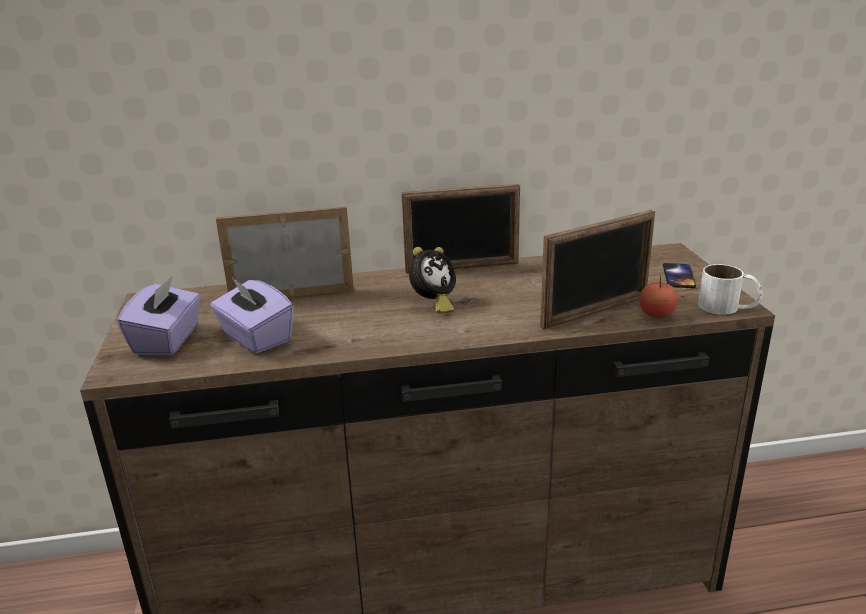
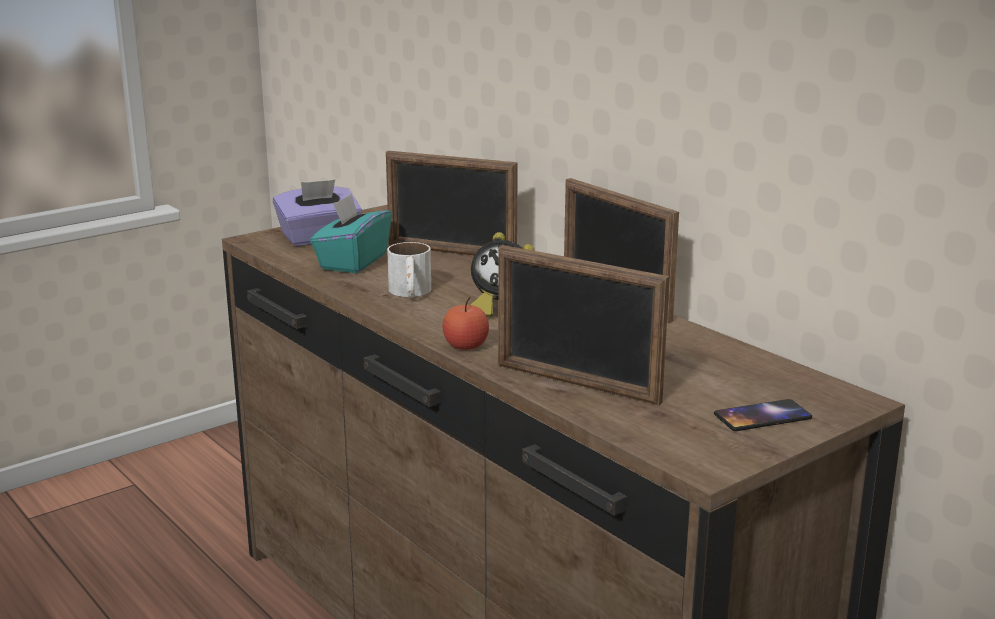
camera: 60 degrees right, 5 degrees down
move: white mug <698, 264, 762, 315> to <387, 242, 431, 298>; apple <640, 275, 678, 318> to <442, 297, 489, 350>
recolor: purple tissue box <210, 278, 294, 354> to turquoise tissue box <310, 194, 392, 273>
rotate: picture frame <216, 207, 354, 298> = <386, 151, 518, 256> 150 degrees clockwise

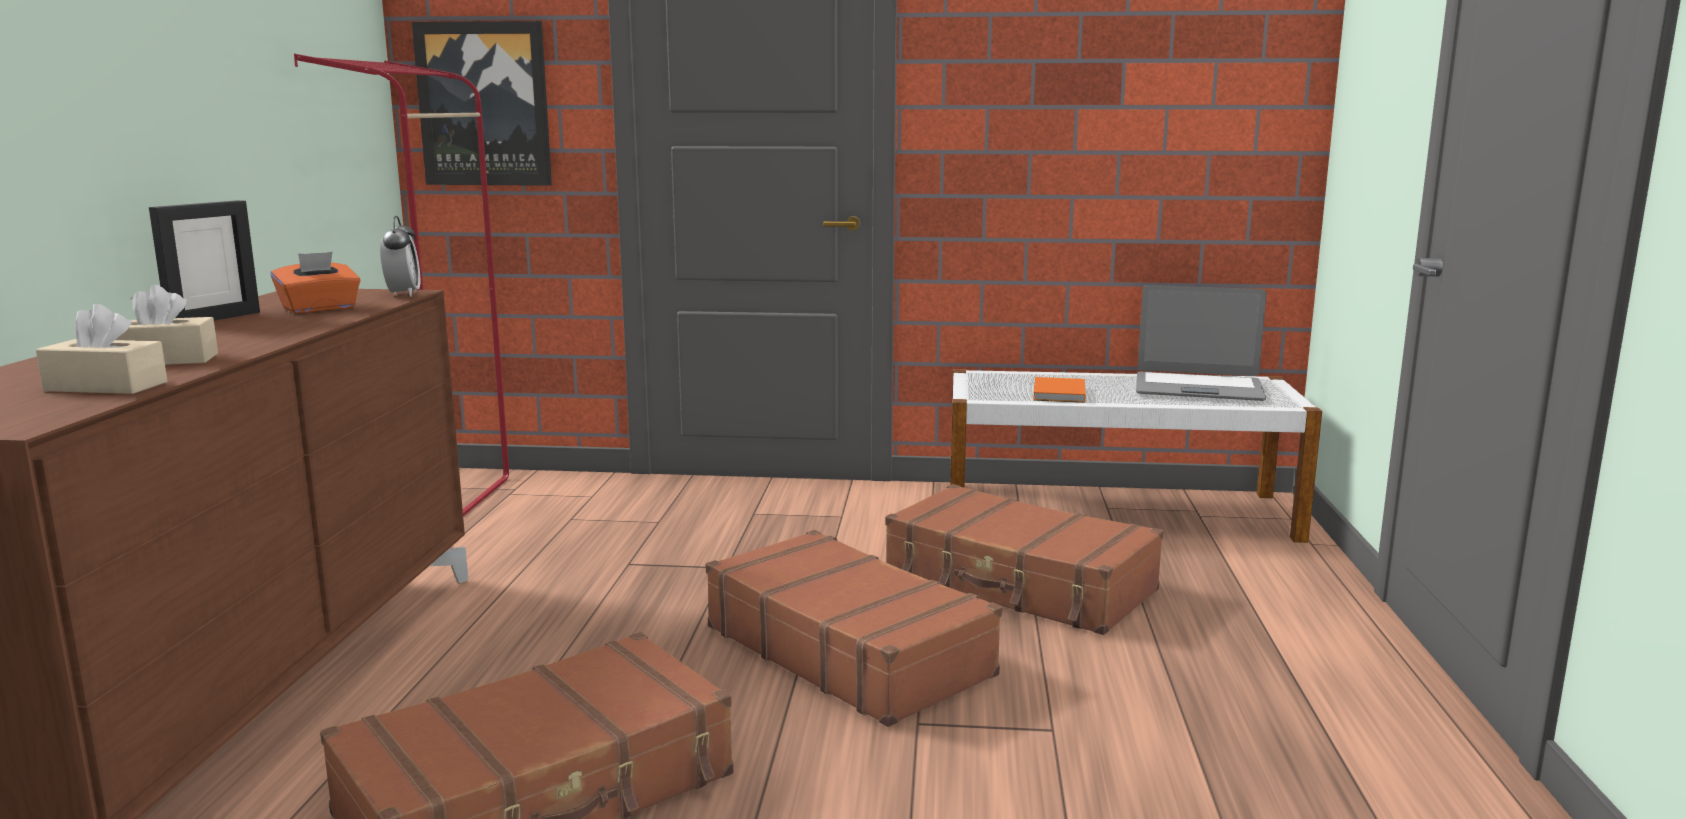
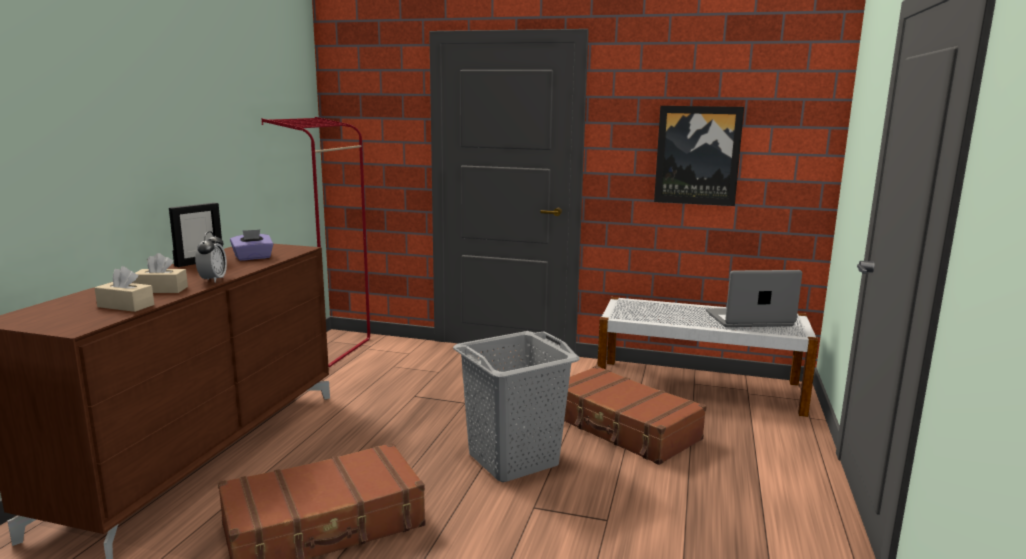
camera: 10 degrees right, 0 degrees up
delete: orange book <1033, 377, 1086, 403>
move: alarm clock <380, 216, 420, 297> to <195, 231, 227, 283>; picture <412, 21, 552, 186> to <654, 106, 744, 206>
replace: brown suitcase <706, 530, 1002, 727> to grey laundry basket <453, 331, 580, 482>
recolor: orange tissue box <271, 252, 361, 313> to purple tissue box <230, 229, 274, 261>
rotate: laptop <1136, 285, 1267, 401> = <706, 270, 802, 327> 150 degrees clockwise

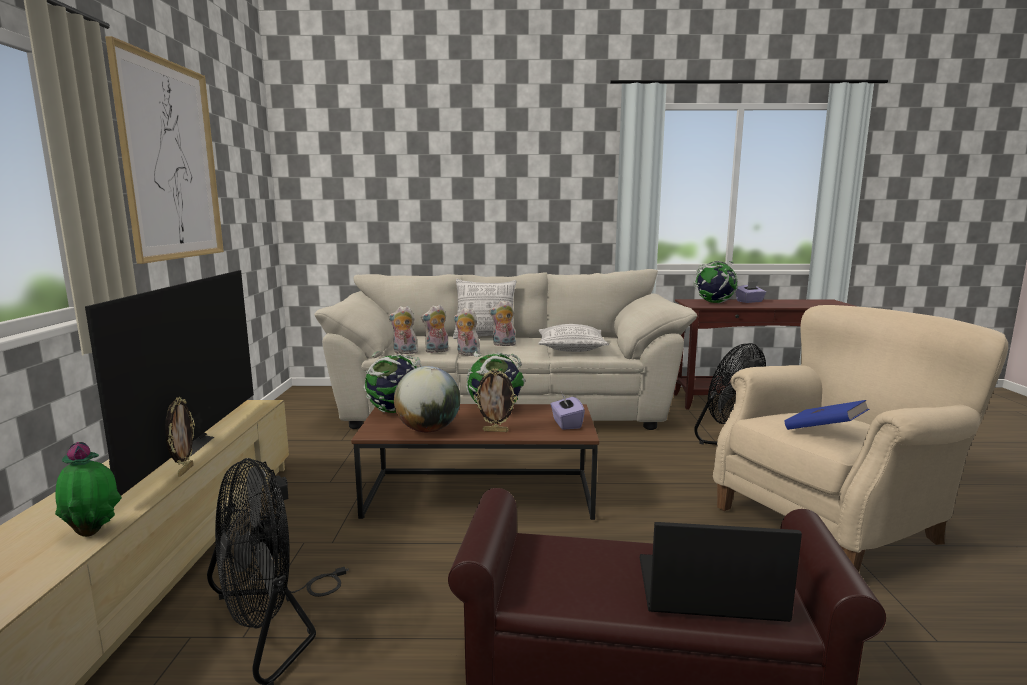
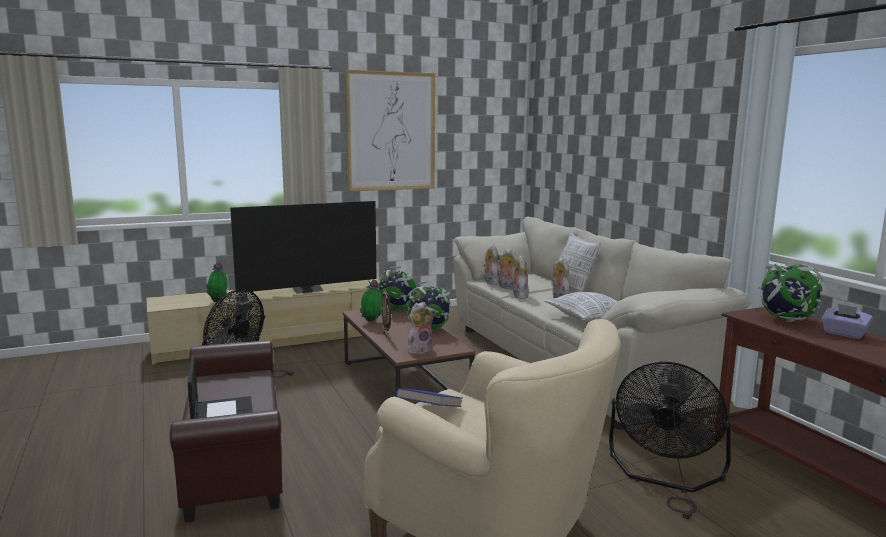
camera: 65 degrees right, 0 degrees up
delete: picture frame <165, 397, 195, 477>
replace: globe <394, 366, 460, 432> to potted plant <360, 279, 382, 322>; purple tissue box <550, 391, 585, 430> to plush toy <408, 302, 436, 354>

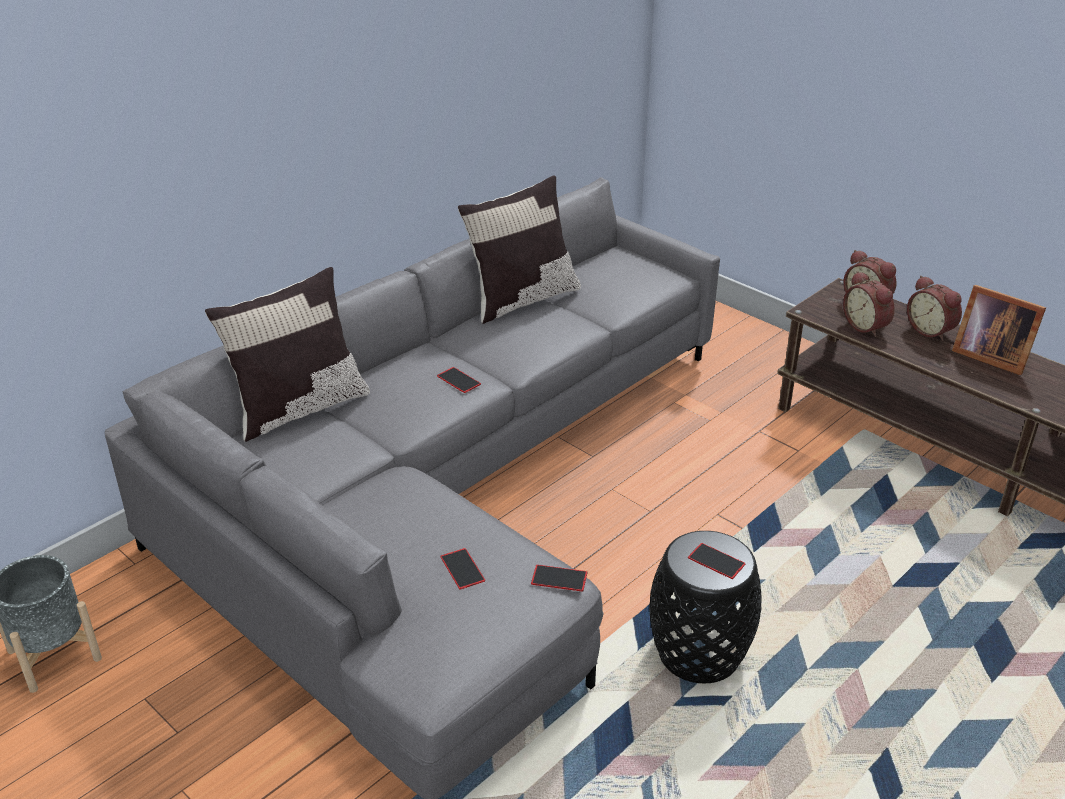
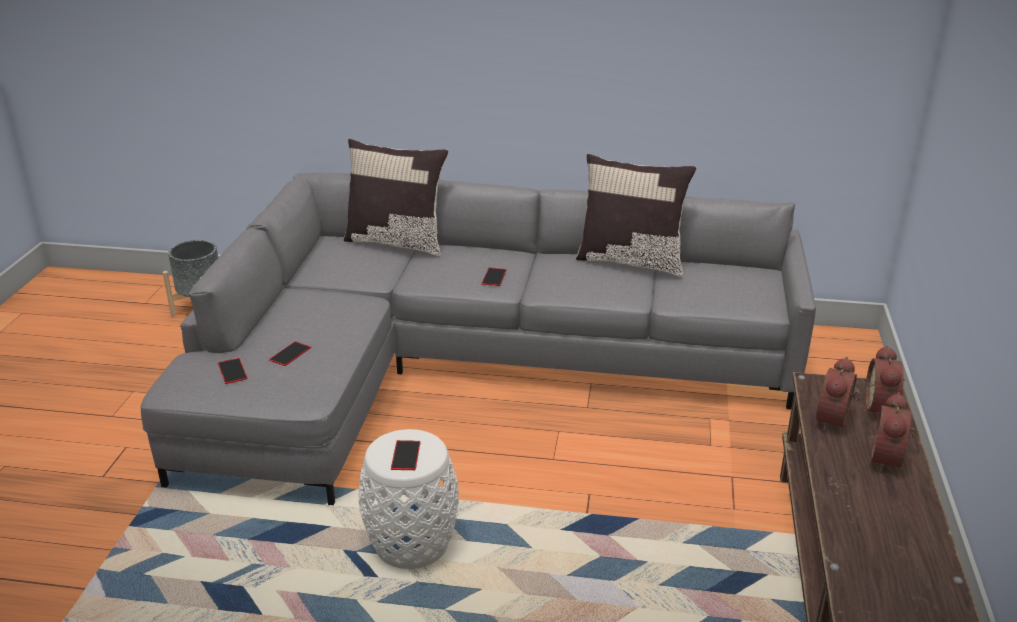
camera: 55 degrees right, 5 degrees down
delete: picture frame <952, 285, 1046, 375>
move: phone <531, 565, 587, 591> to <218, 358, 248, 384>
recolor: black stool <649, 531, 762, 683> to white stool <359, 429, 459, 569>

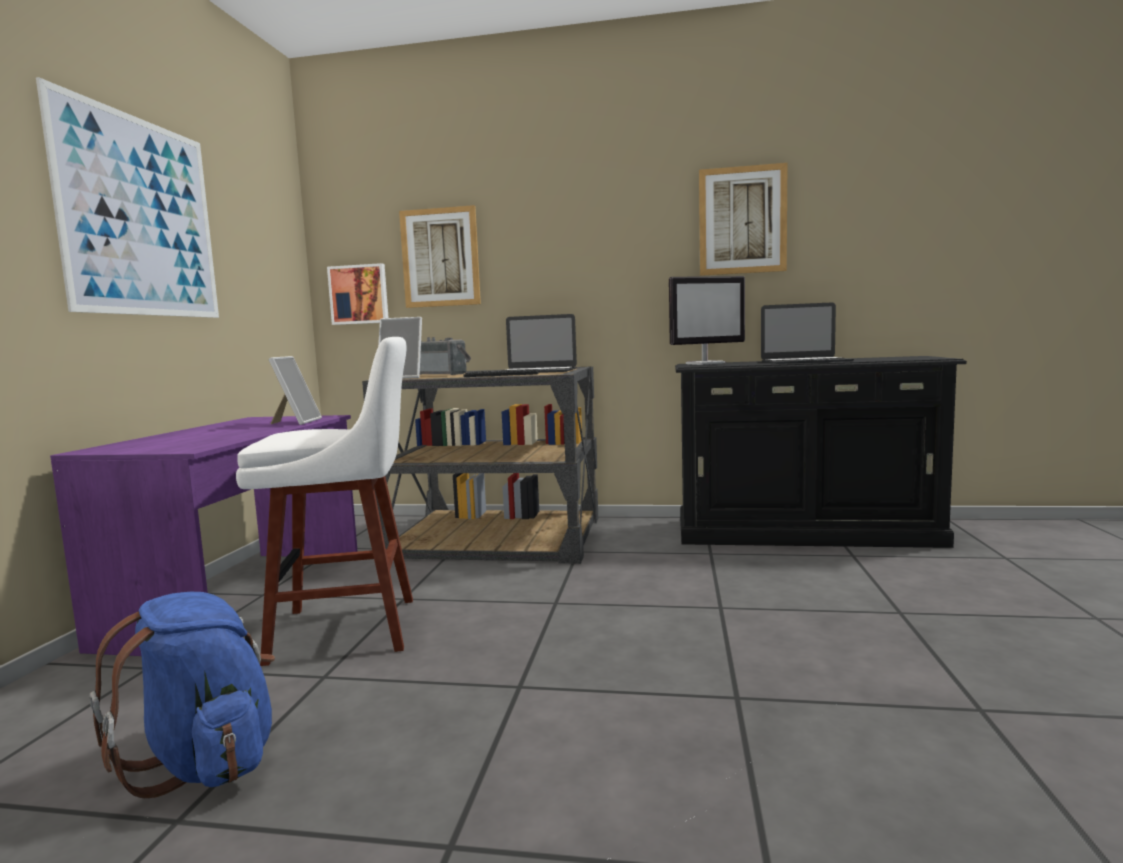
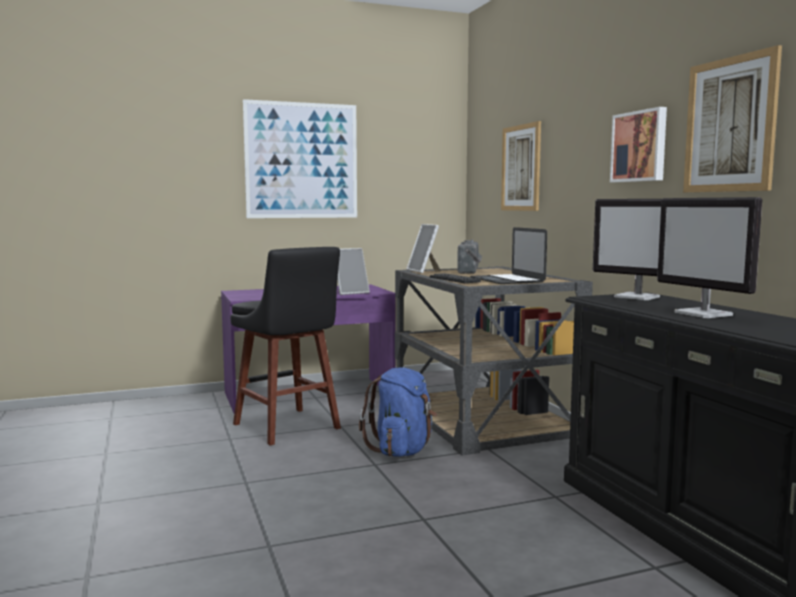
camera: 60 degrees right, 0 degrees up
move: blue backpack <90, 592, 275, 798> to <359, 367, 437, 457>; picture <327, 263, 389, 325> to <610, 107, 667, 182>
replace: laptop <761, 303, 854, 364> to monitor <657, 197, 762, 318>
recolor: white stool <236, 337, 413, 666> to black stool <231, 247, 341, 446>

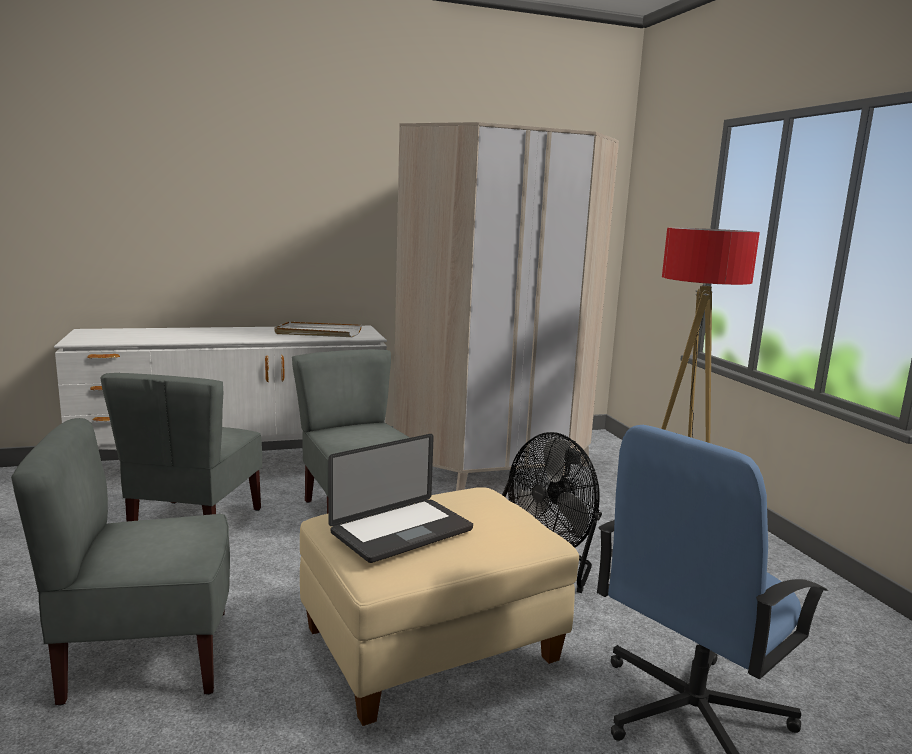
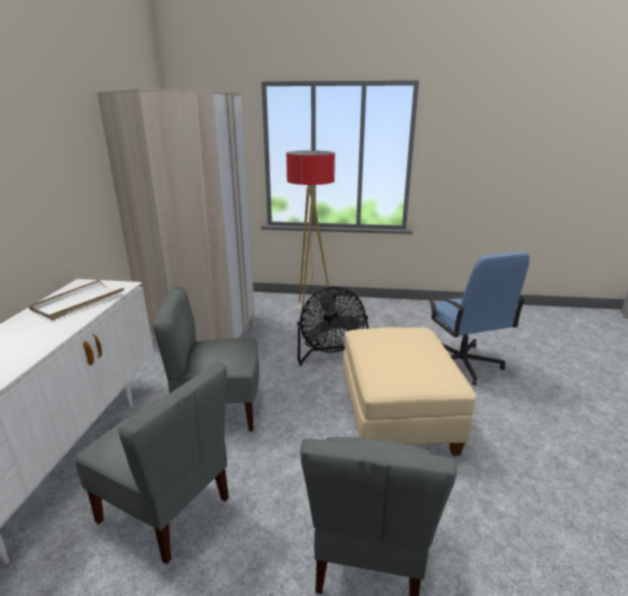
camera: 65 degrees left, 10 degrees up
delete: laptop <328, 434, 473, 563>

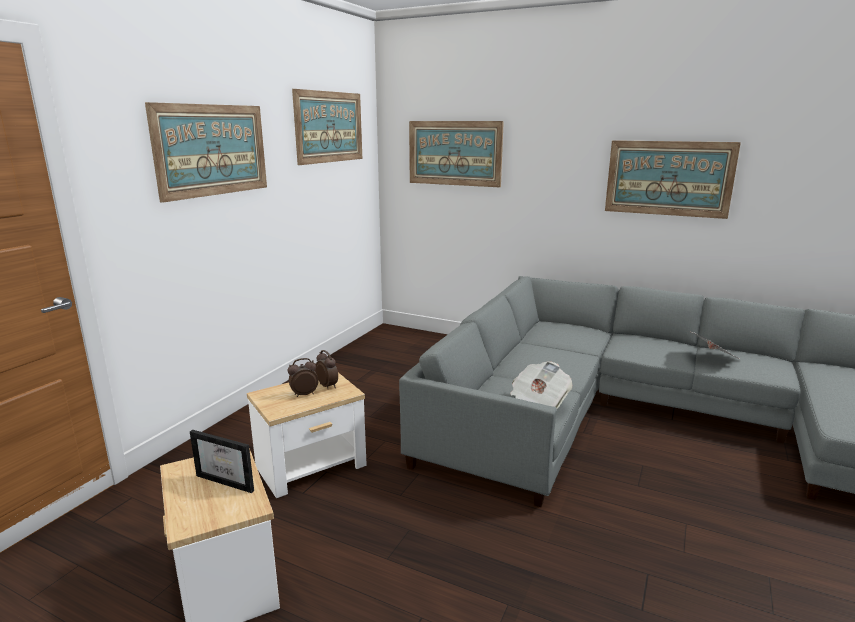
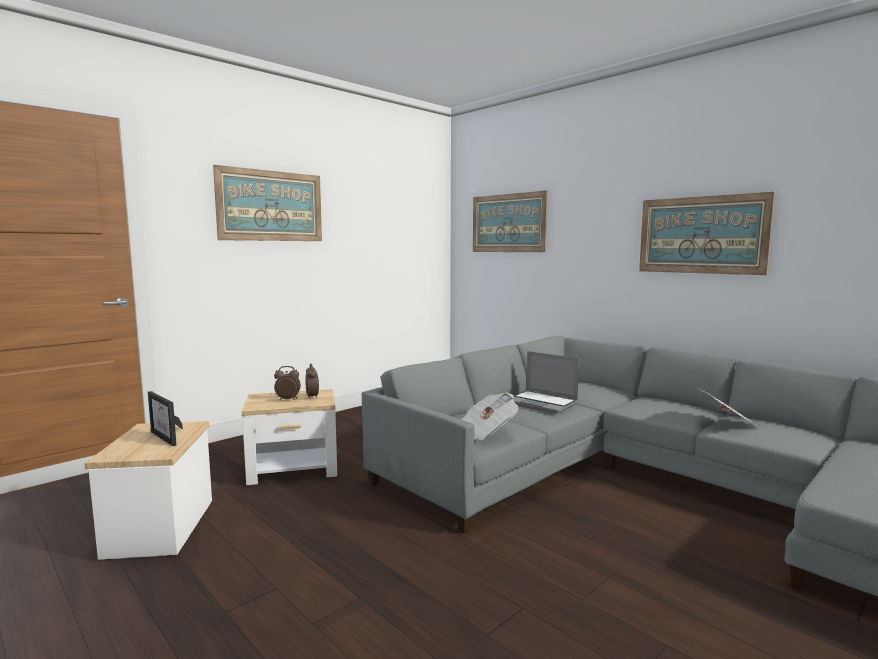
camera: 20 degrees right, 10 degrees down
delete: picture <292, 89, 362, 165>
insert: laptop <513, 351, 579, 414>

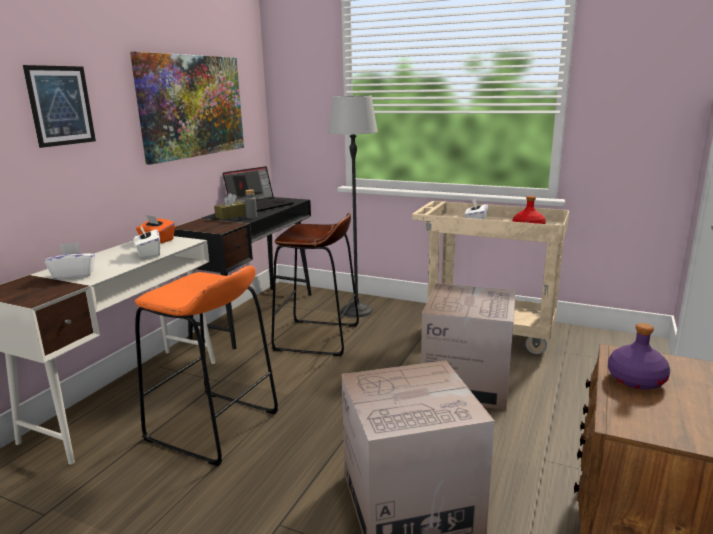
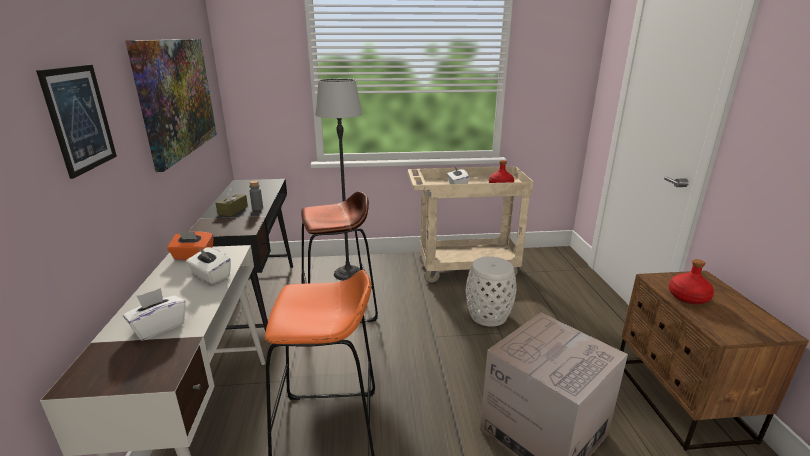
camera: 30 degrees left, 5 degrees up
delete: laptop <223, 166, 294, 212>
replace: cardboard box <421, 283, 516, 411> to white stool <466, 256, 516, 327>
recolor: purple bottle <608, 323, 670, 390> to red bottle <669, 259, 714, 304>

